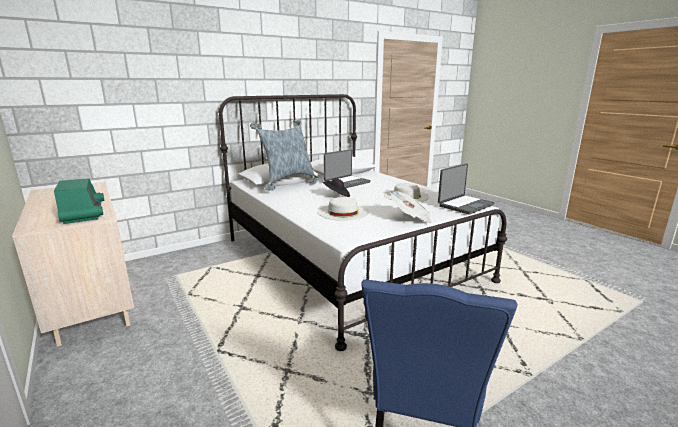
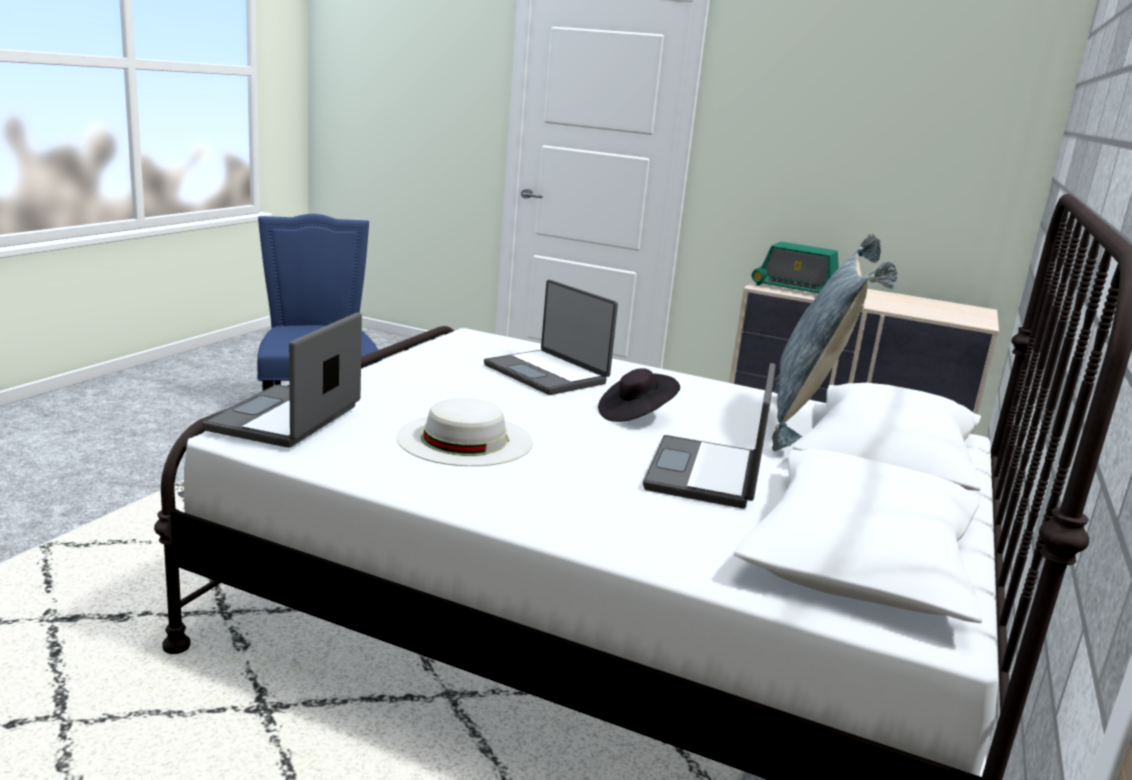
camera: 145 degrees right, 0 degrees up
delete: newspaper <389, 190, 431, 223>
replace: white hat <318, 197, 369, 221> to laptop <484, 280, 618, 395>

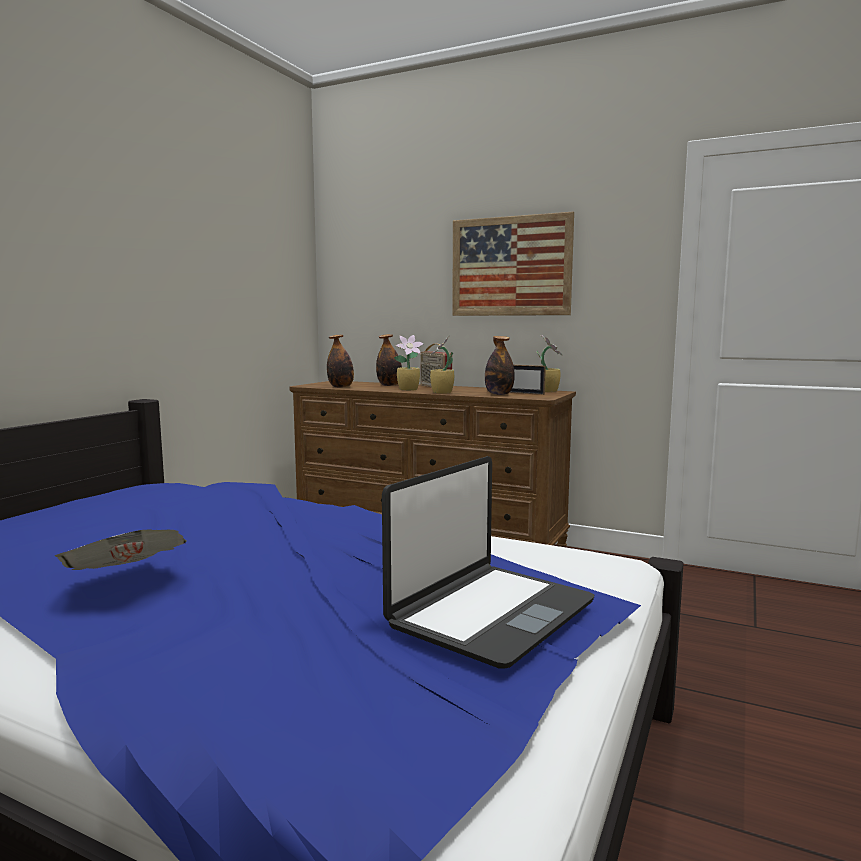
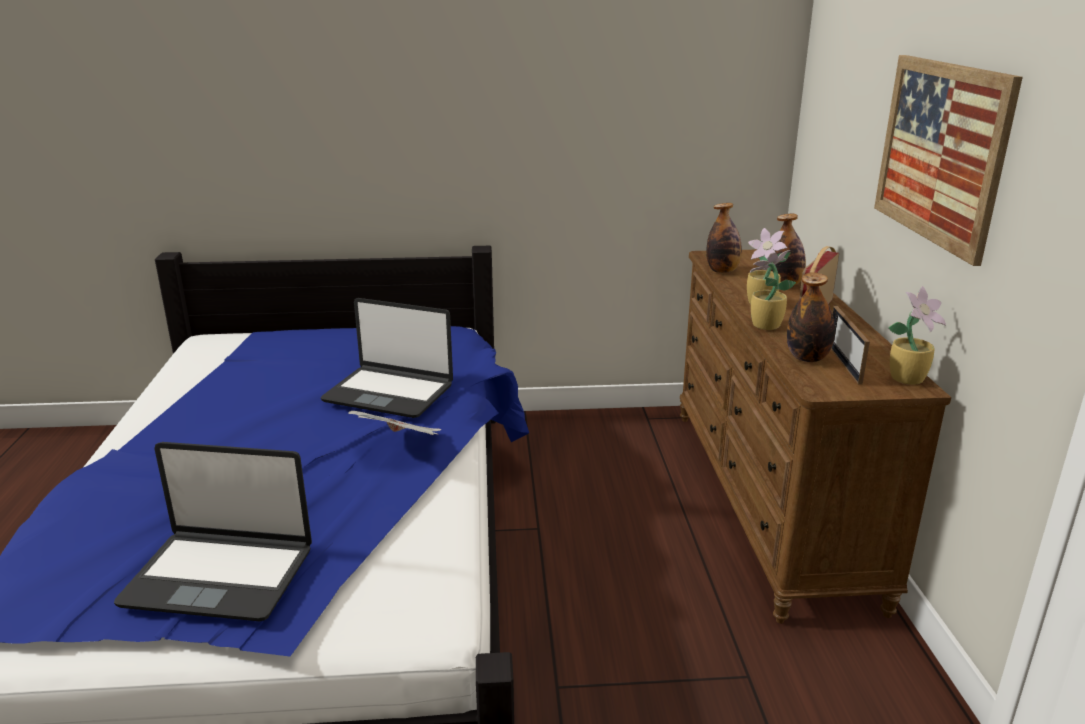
camera: 60 degrees right, 15 degrees up
insert: laptop <321, 298, 453, 418>
move: newspaper <55, 529, 187, 570> to <348, 411, 441, 435>

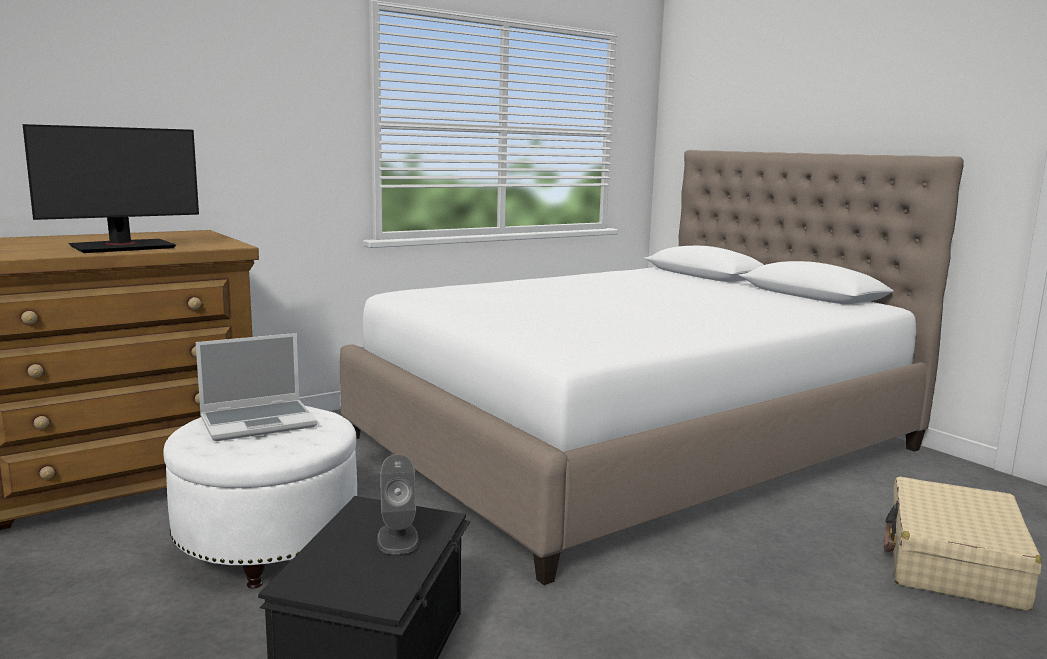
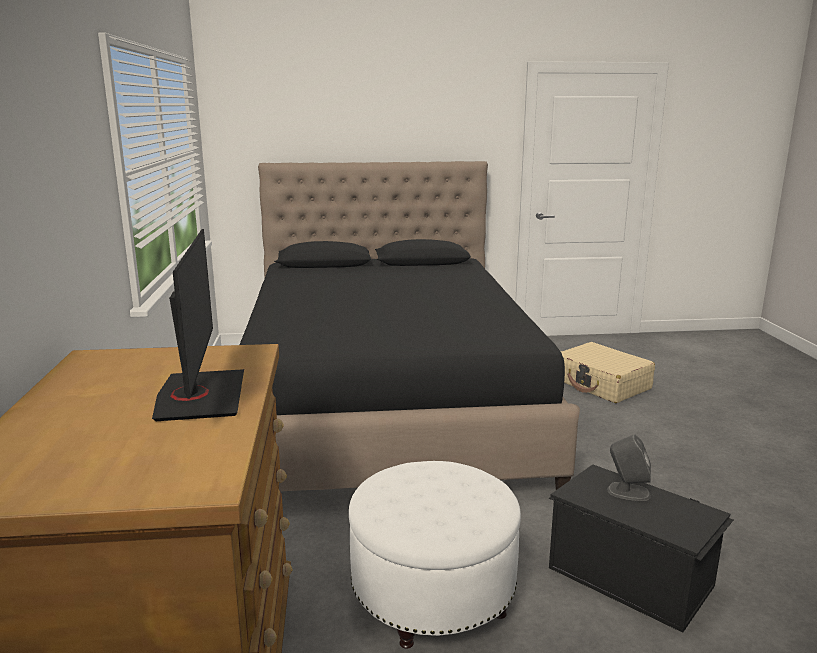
camera: 60 degrees left, 5 degrees up
delete: laptop <196, 333, 318, 441>
recolor: white bed <340, 150, 964, 585> to black bed <240, 161, 580, 491>

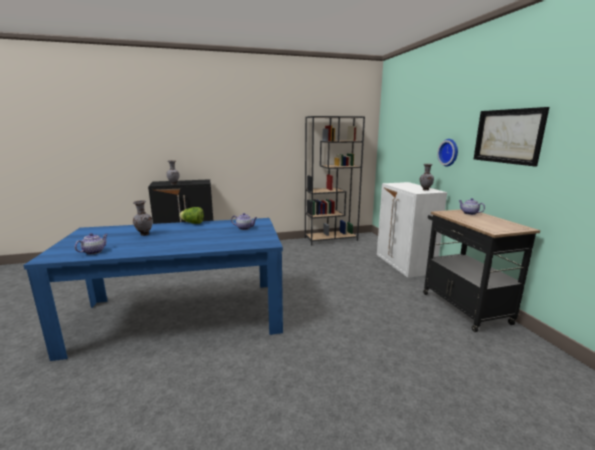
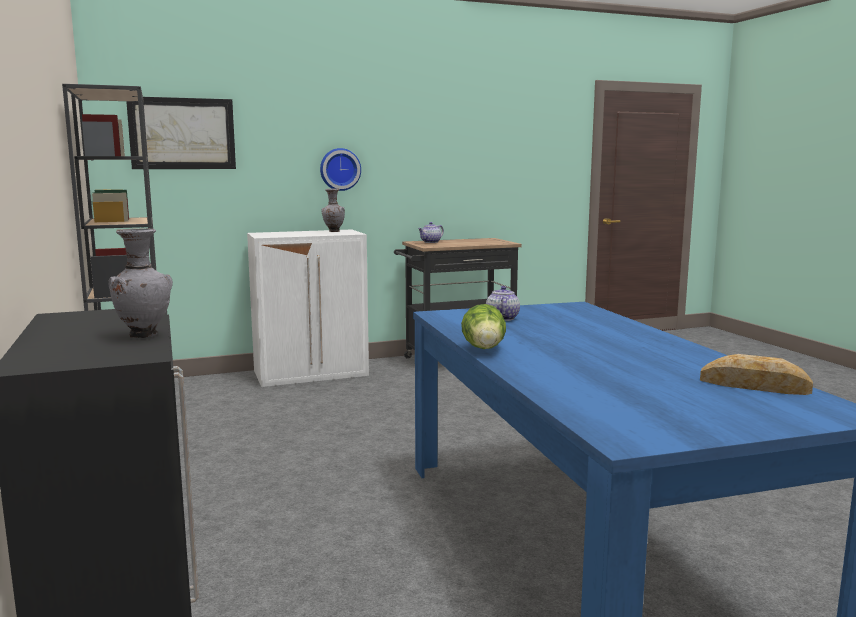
camera: 95 degrees left, 5 degrees down
delete: grey vase <133, 200, 153, 236>
move: picture <474, 107, 549, 166> to <126, 97, 236, 169>
replace: teapot <75, 233, 108, 254> to bread <700, 354, 813, 395>

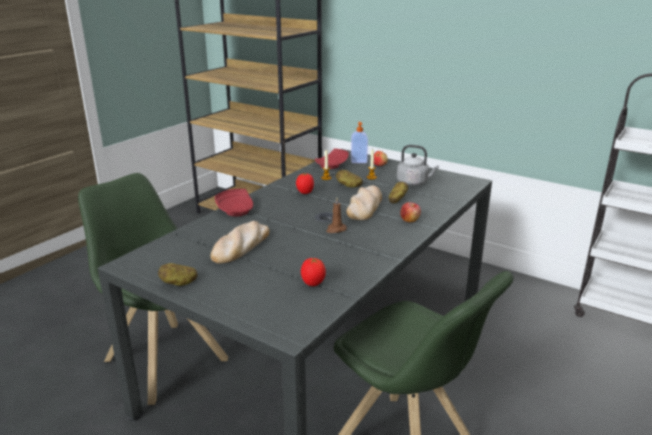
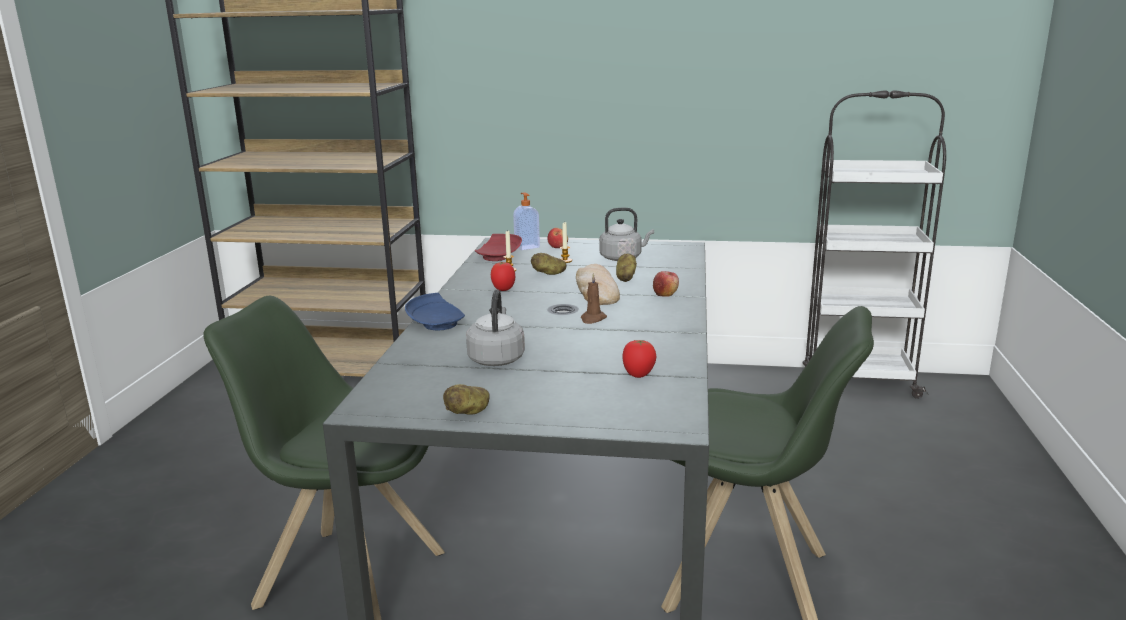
camera: 25 degrees left, 5 degrees down
replace: bread <210, 221, 269, 264> to grey kettle <466, 289, 525, 366>
recolor: red plate <215, 189, 253, 217> to blue plate <405, 293, 465, 330>

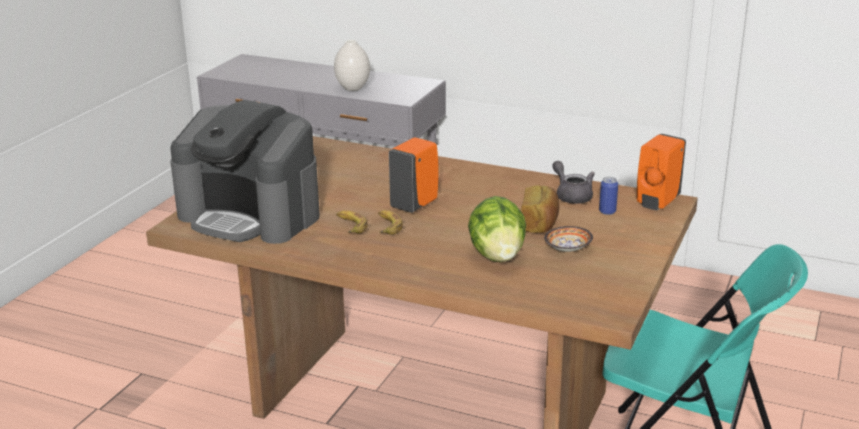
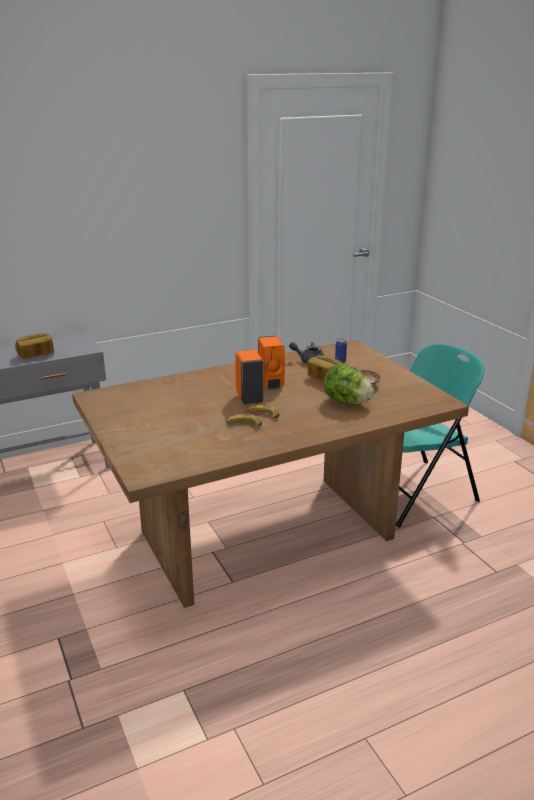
camera: 50 degrees left, 0 degrees up
delete: coffee machine <170, 100, 320, 244>
move: orange soap dispenser <637, 134, 686, 210> to <258, 336, 285, 389>
replace: white vase <334, 40, 370, 91> to bread <15, 333, 54, 359>

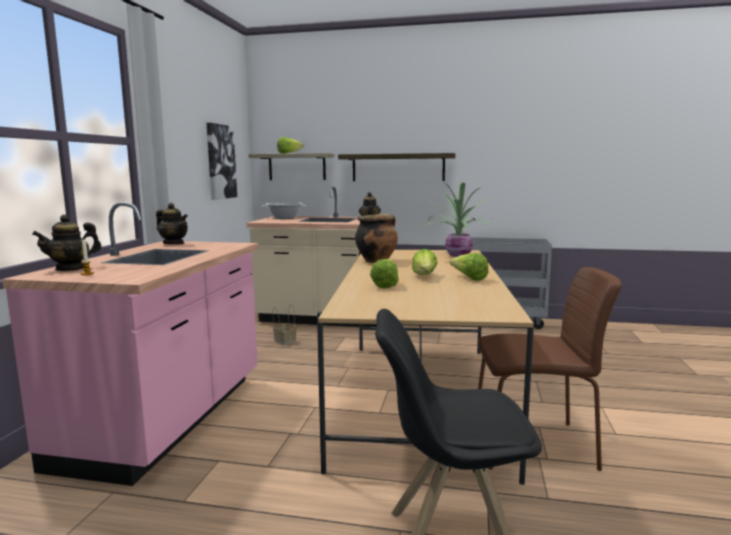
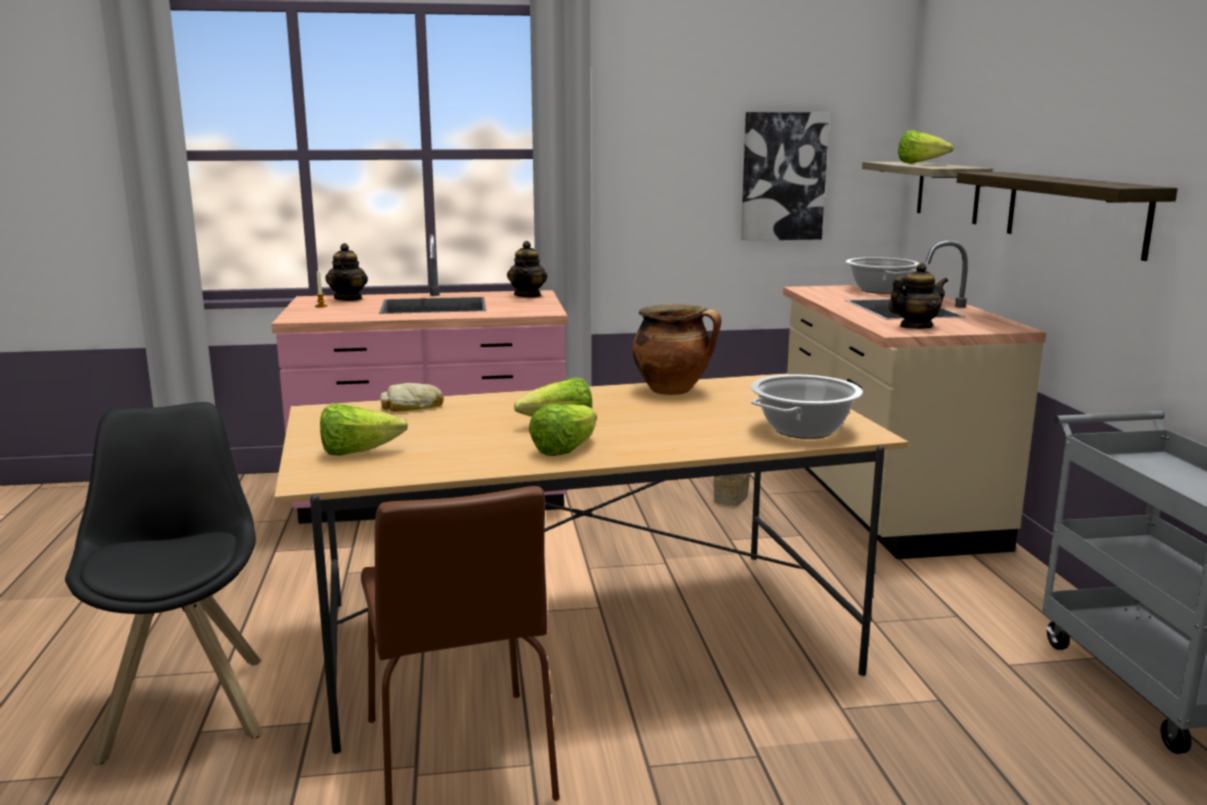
camera: 70 degrees right, 5 degrees up
insert: bread <381, 383, 444, 412>
move: lettuce <370, 259, 399, 288> to <320, 403, 408, 456>
replace: potted plant <425, 181, 498, 257> to cooking pot <751, 374, 863, 439>
rotate: teapot <32, 215, 102, 271> = <325, 243, 368, 301> 120 degrees counterclockwise

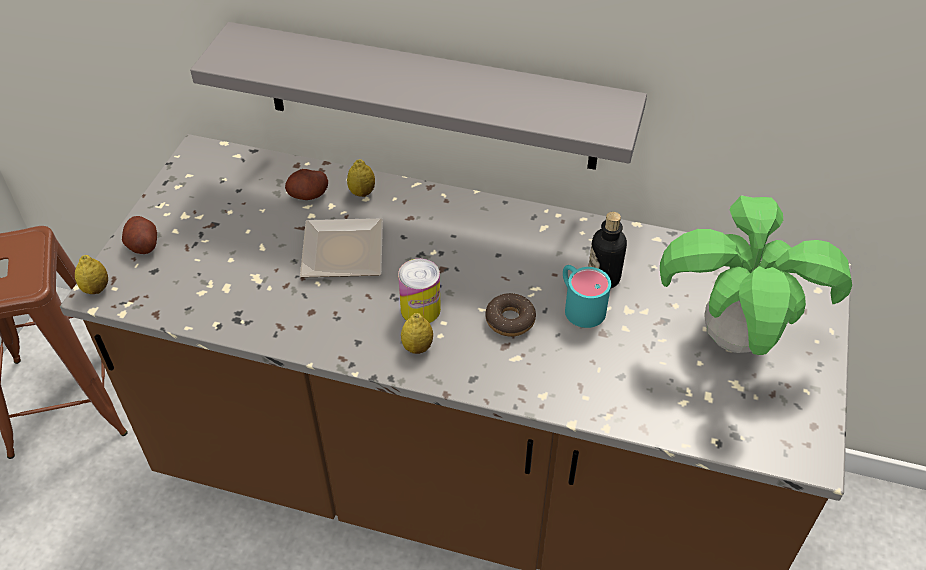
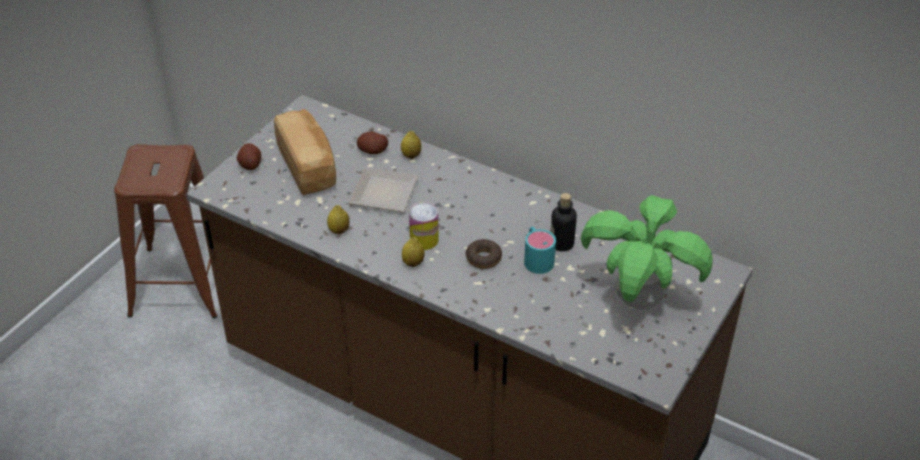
camera: 15 degrees right, 5 degrees down
delete: grey shelf <190, 22, 647, 170>
insert: bread <274, 109, 336, 195>
move: lemon <75, 255, 108, 294> to <327, 205, 349, 234>

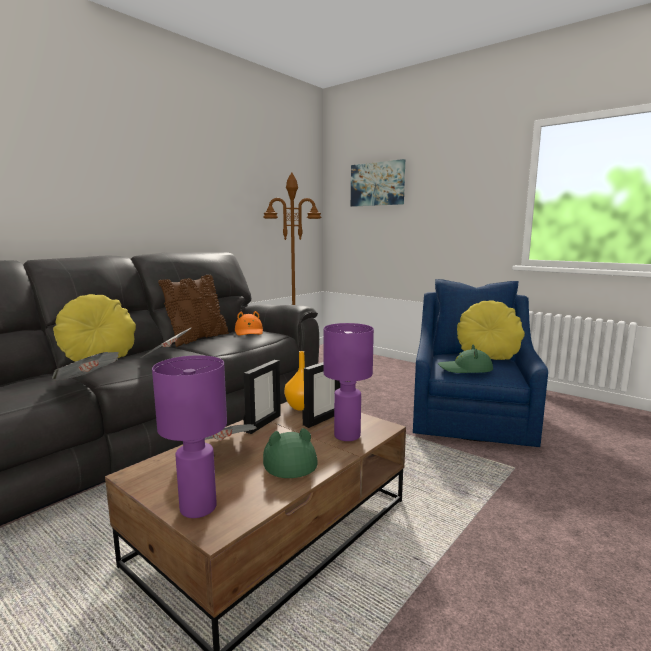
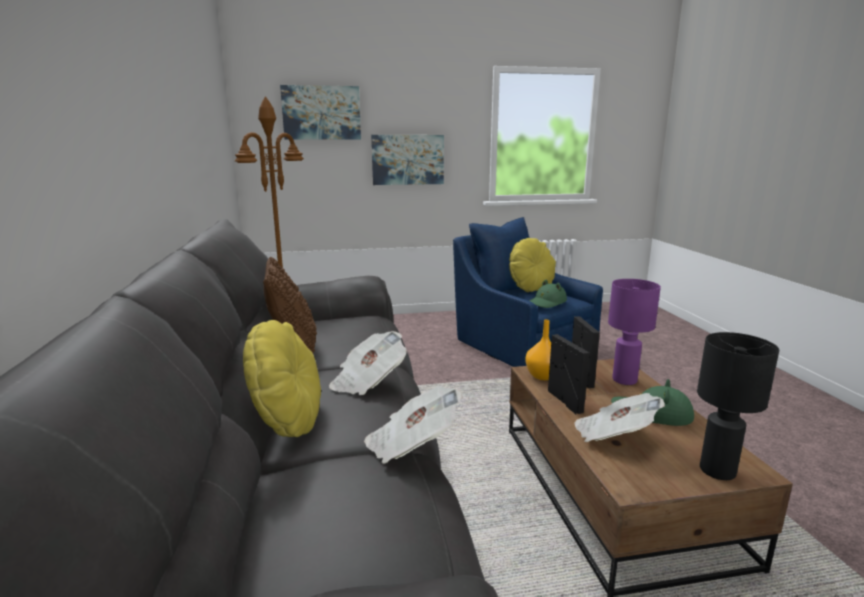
camera: 50 degrees left, 5 degrees up
delete: orange hat <235, 311, 263, 336>
insert: picture <371, 135, 444, 185>
recolor: purple table lamp <152, 355, 227, 518> to black table lamp <697, 332, 779, 480>

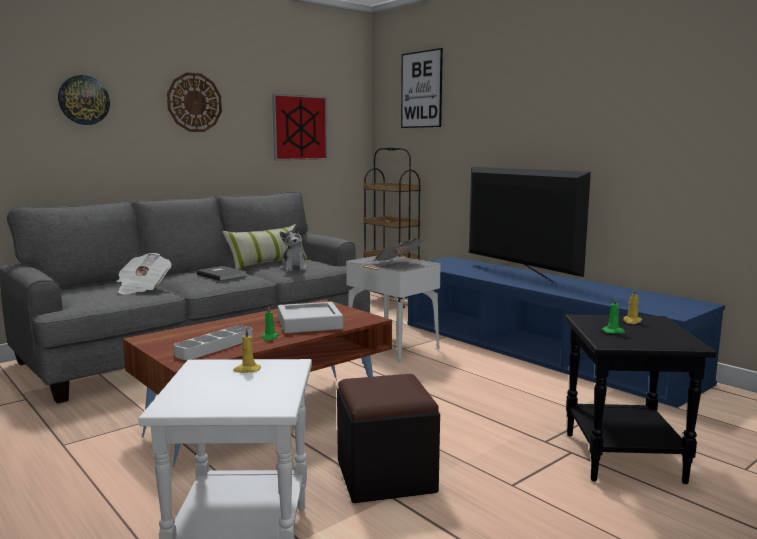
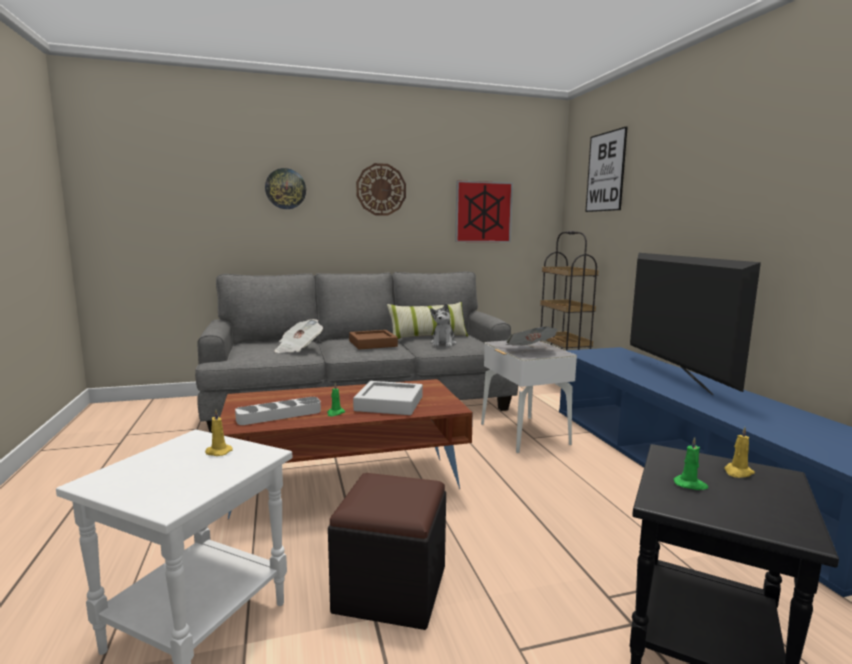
camera: 25 degrees right, 0 degrees up
replace: grey book <196, 266, 247, 281> to brown tray <349, 330, 398, 349>

